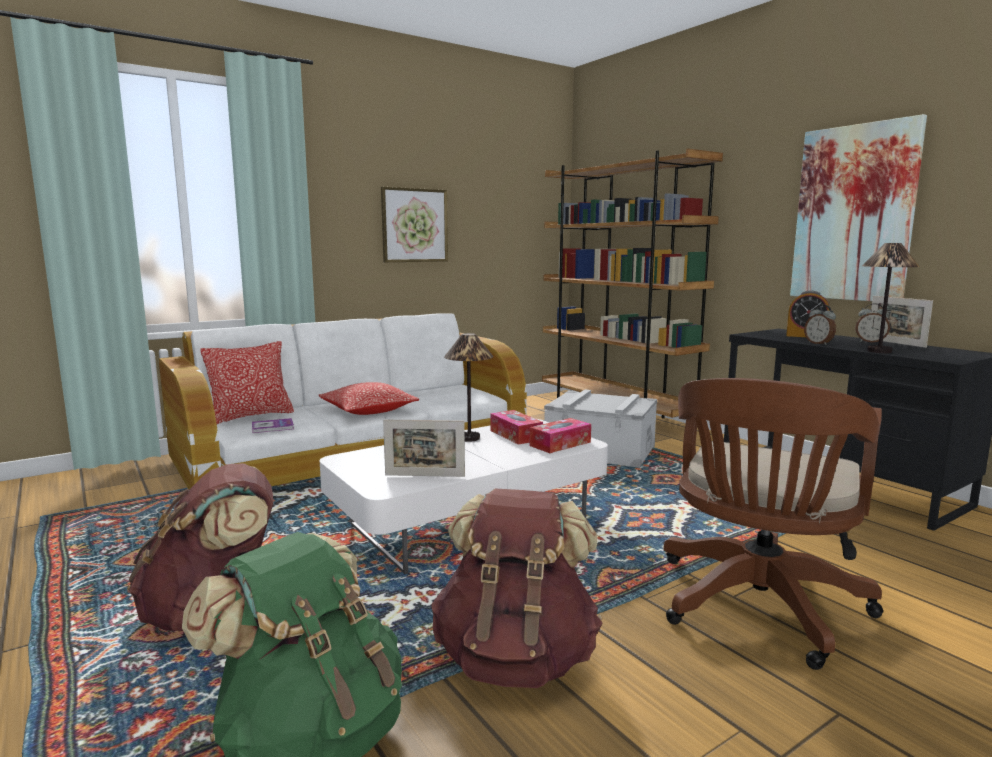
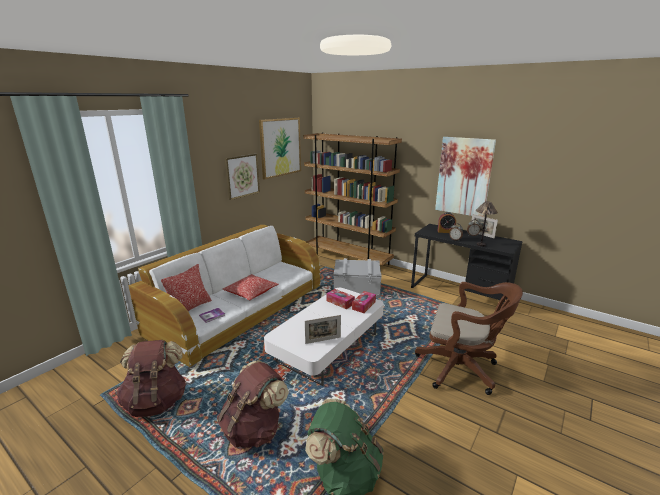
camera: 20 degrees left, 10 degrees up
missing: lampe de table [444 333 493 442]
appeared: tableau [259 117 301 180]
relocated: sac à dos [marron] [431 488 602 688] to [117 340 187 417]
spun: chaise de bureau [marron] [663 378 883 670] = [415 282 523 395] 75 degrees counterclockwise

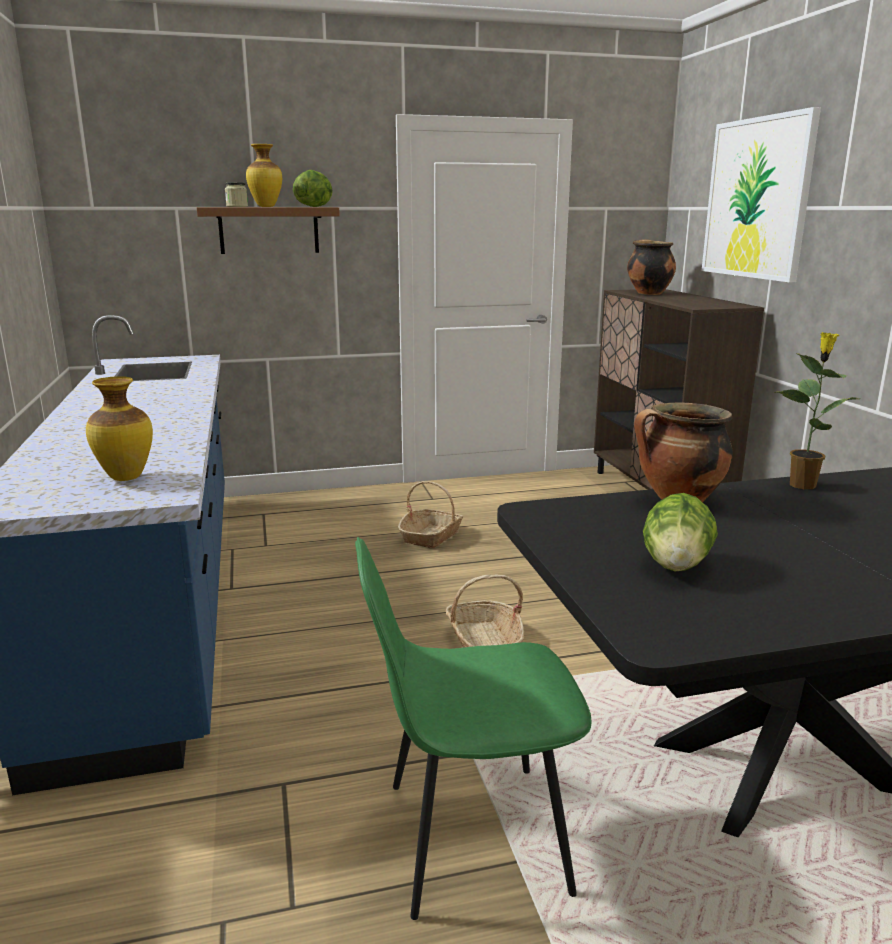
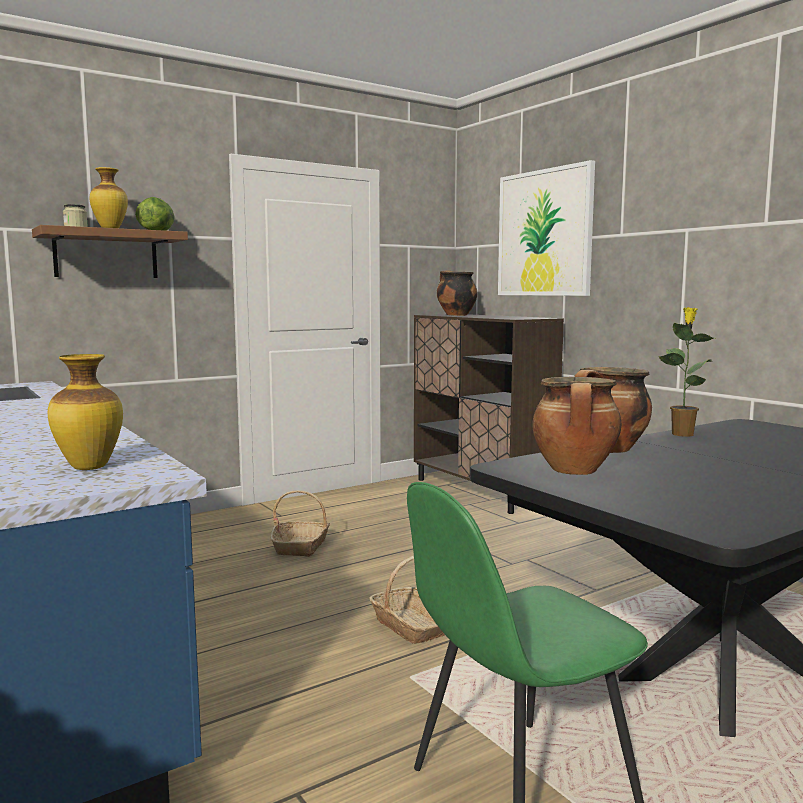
camera: 20 degrees left, 10 degrees down
missing: laitue [643 493 718 571]
appeared: marmite [532 377 622 475]

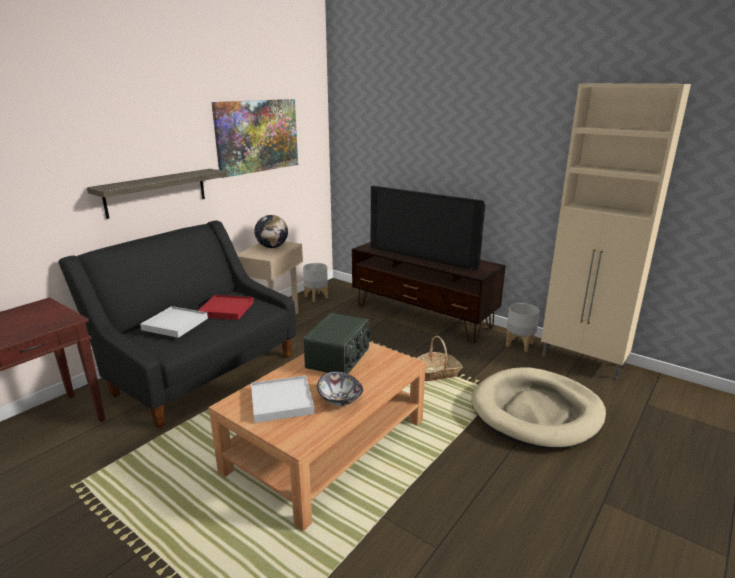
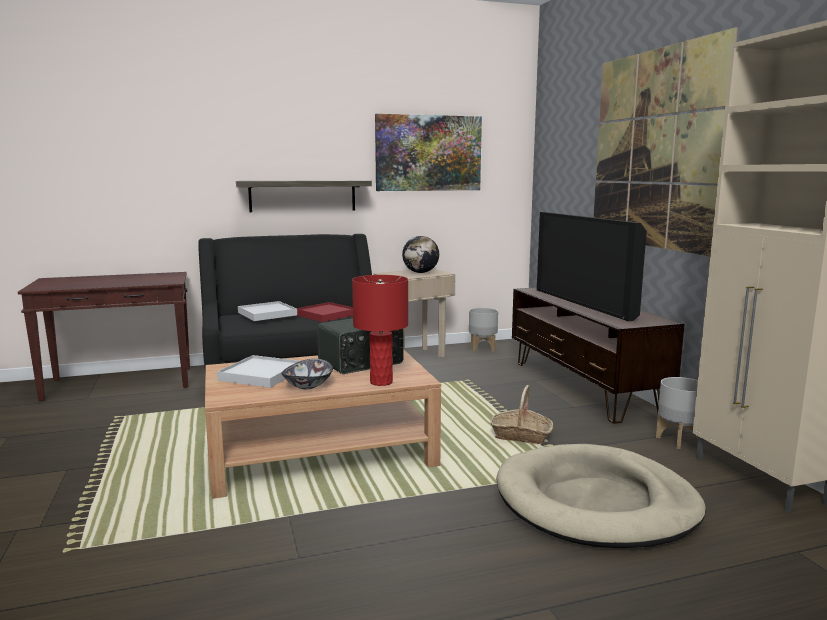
camera: 35 degrees right, 10 degrees down
appeared: tableau [593 27 738 256]; lampe de table [rouge] [352 275 408 386]

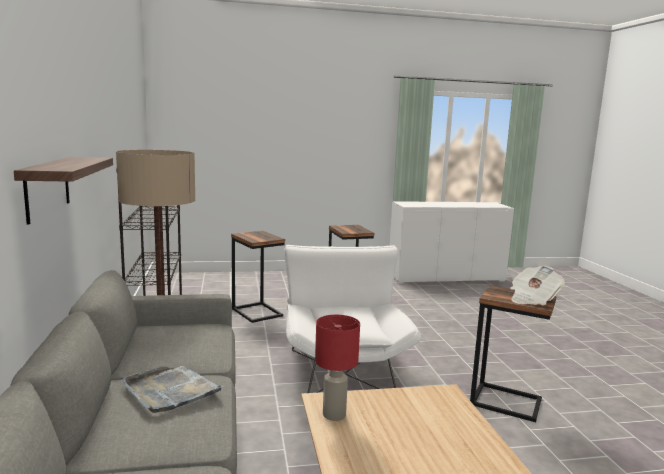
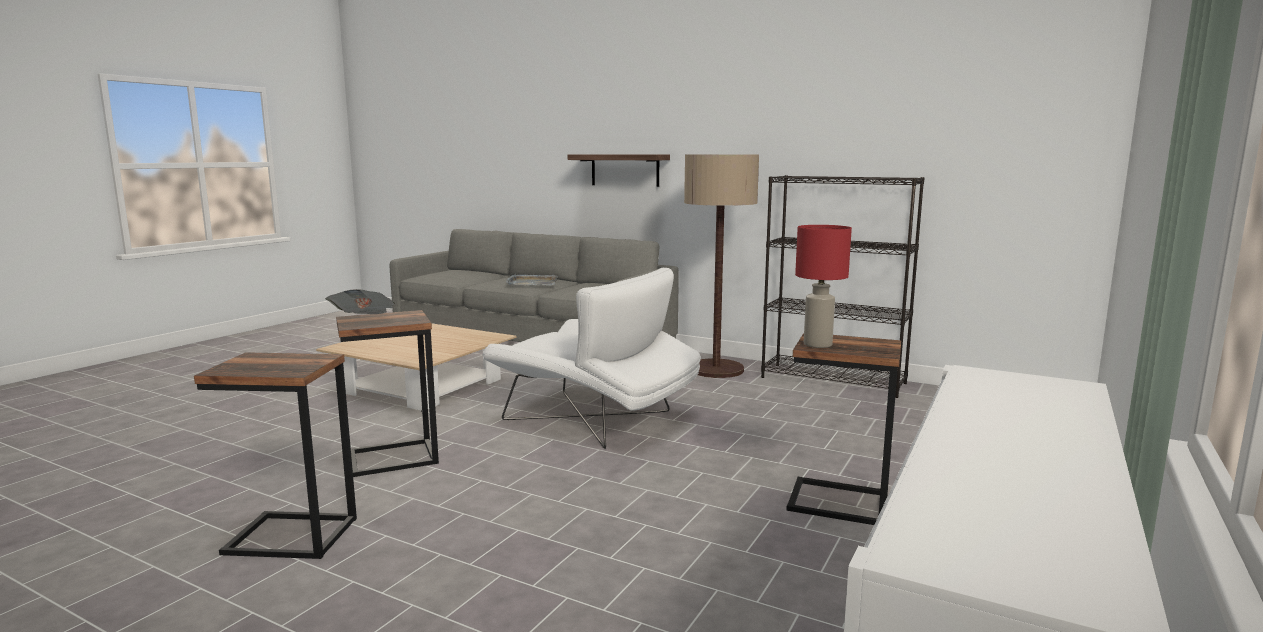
camera: 130 degrees right, 0 degrees up
relocated: table d'appoint [231 231 285 323] to [194 352 357 559]; lampe de table [rouge] [315 315 360 421] to [795 225 852 348]

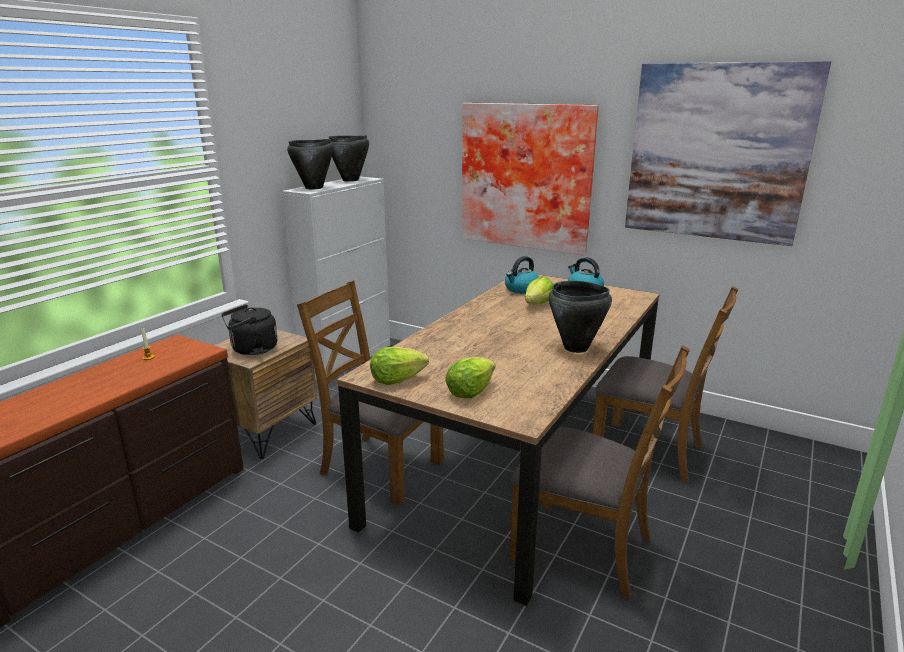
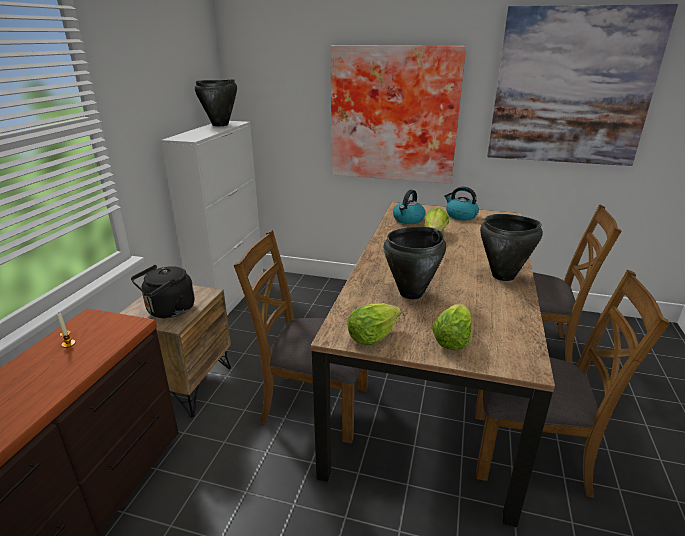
camera: 15 degrees left, 5 degrees up
relocated: marmite [noir] [287 139 334 189] to [384 227 446 299]

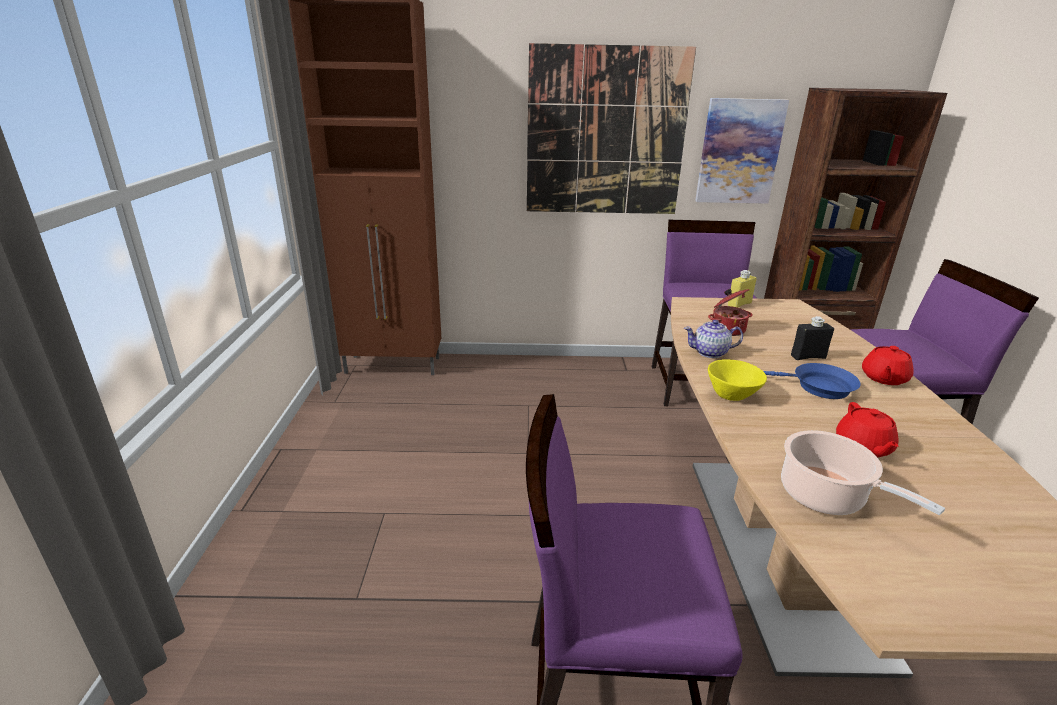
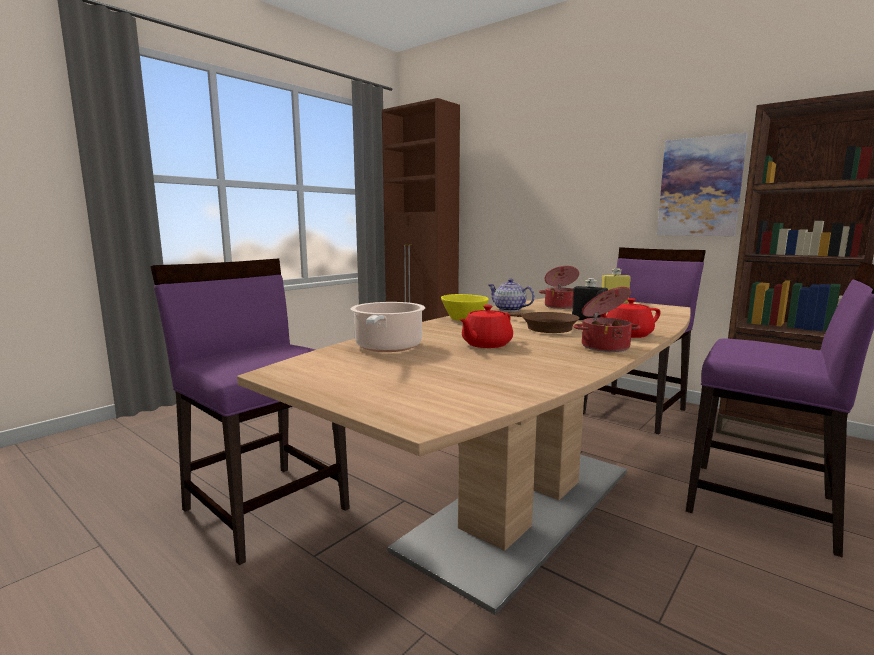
camera: 40 degrees right, 15 degrees down
missing: tableau [527 43 696 214]
appeared: marmite [573 287 641 352]
colour: poêle [bleu] [763 363 861 399] to poêle [marron] [505 312 580 333]

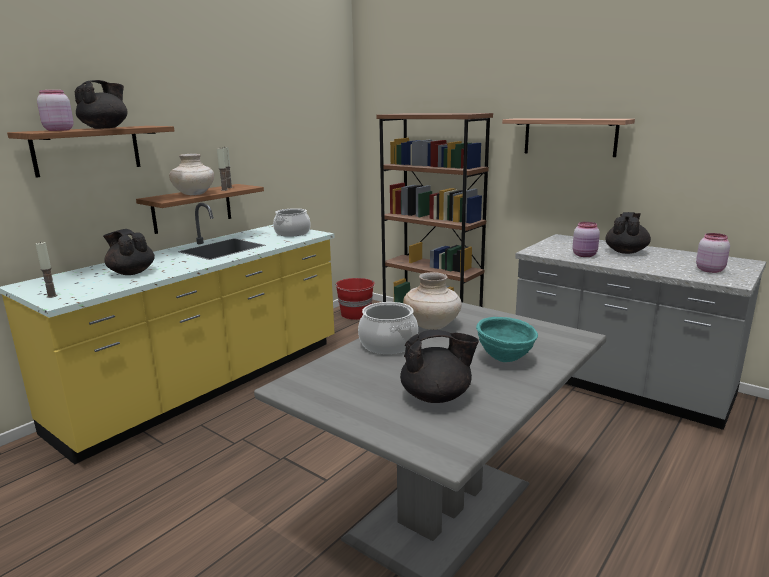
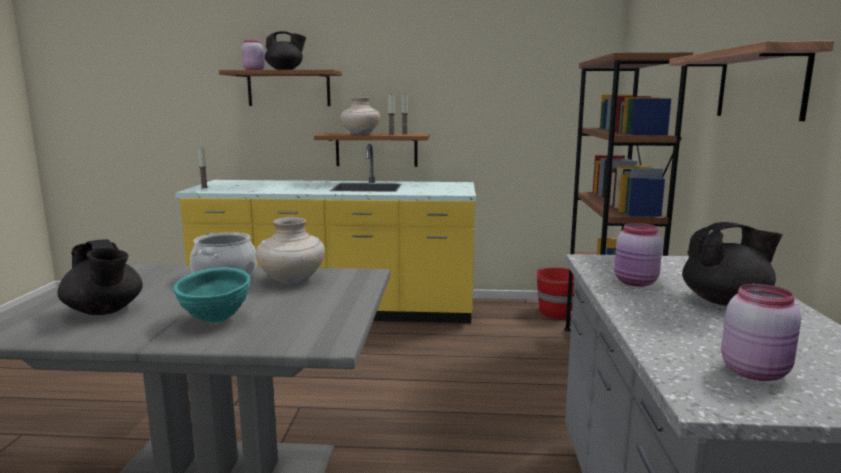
camera: 55 degrees right, 5 degrees down
missing: marmite [273 208 310 237]; théière [noir] [103 229 155 275]

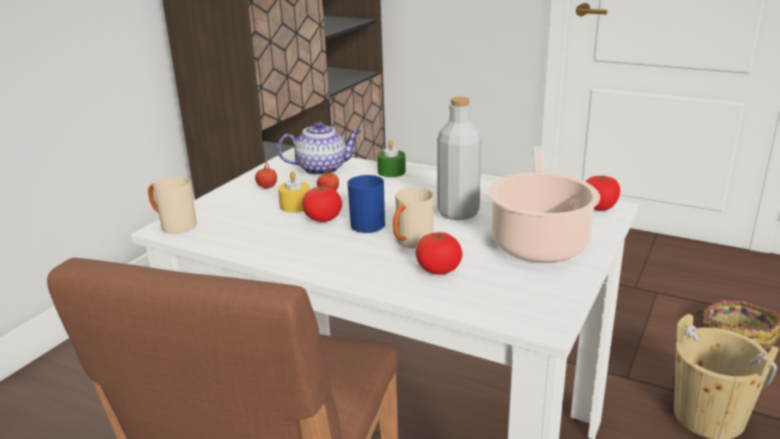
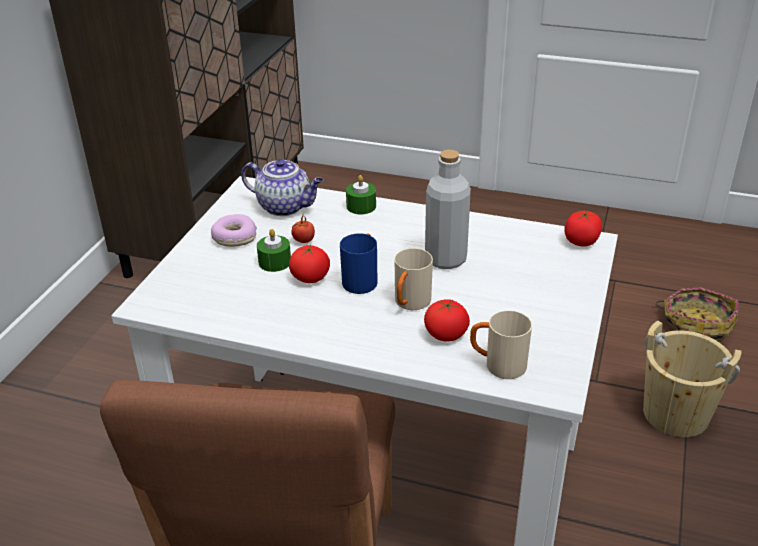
camera: 10 degrees left, 10 degrees up
missing: marmite [488 146 600 262]
relocated: mug [beige] [148 176 197 234] to [470 311 532 379]
exchanged: tomate [255 161 277 189] to beignet [211 214 257 247]
colour: bougie [jaune] [278 171 310 212] to bougie [vert] [257 229 291 272]
spun: théière [277 121 361 175] = [241 159 323 216] 45 degrees clockwise

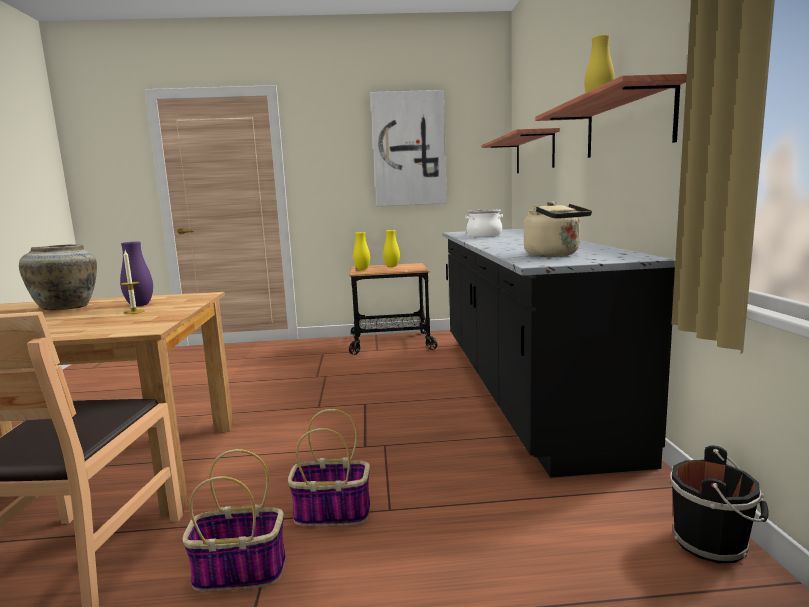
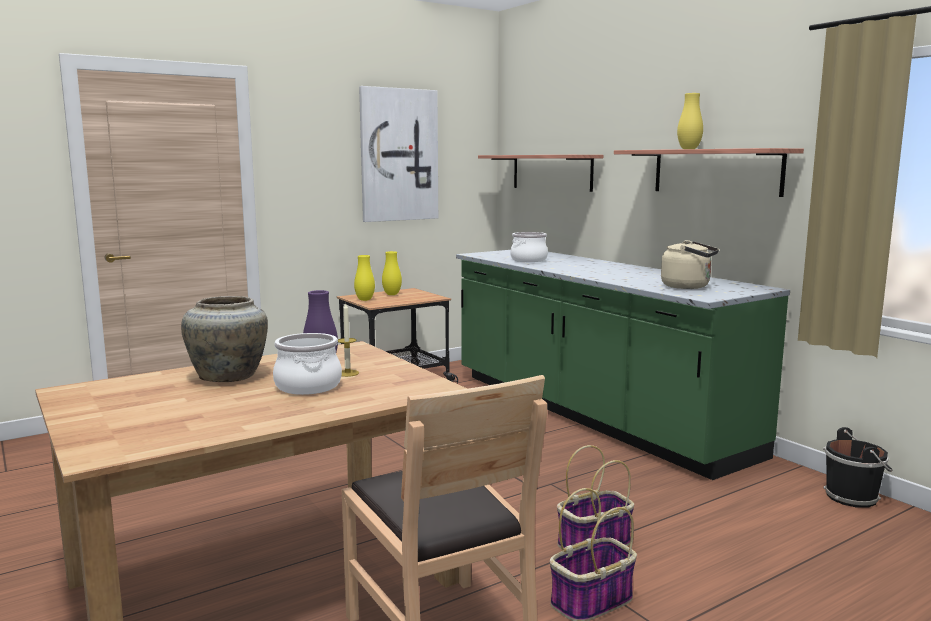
camera: 30 degrees left, 0 degrees up
appeared: marmite [273 333 342 395]
colour: comptoir de cuisine [noir] [443 229 675 478] to comptoir de cuisine [vert] [456 250 790 480]

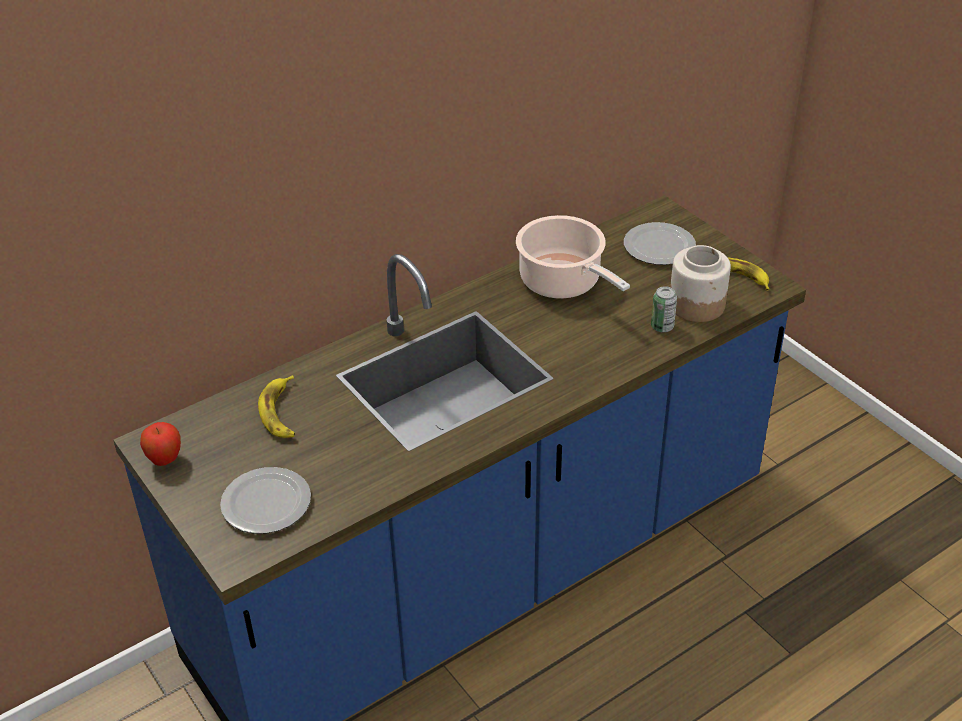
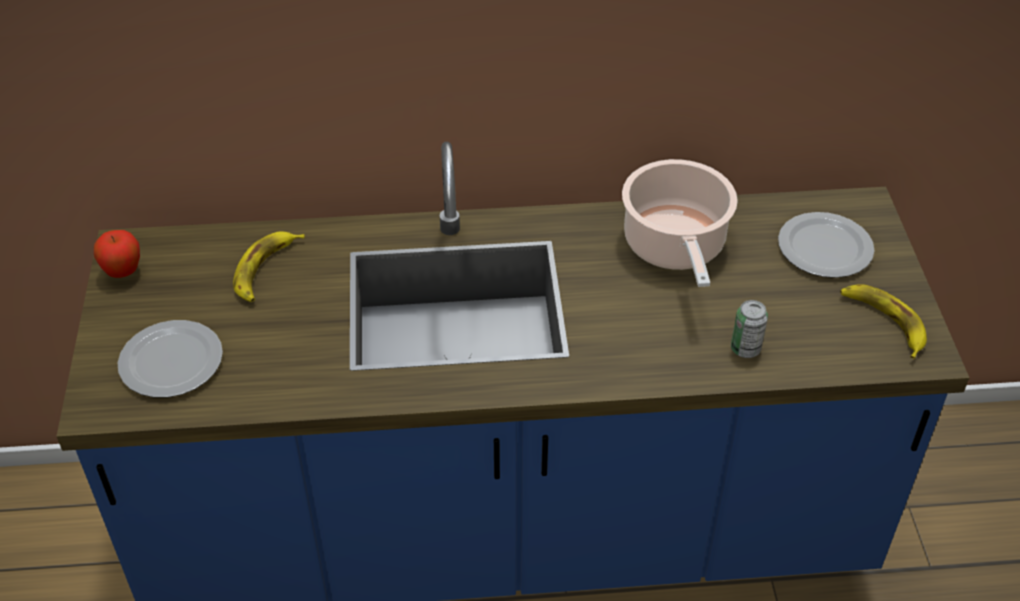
camera: 30 degrees right, 5 degrees up
missing: bocal [670 245 731 322]

